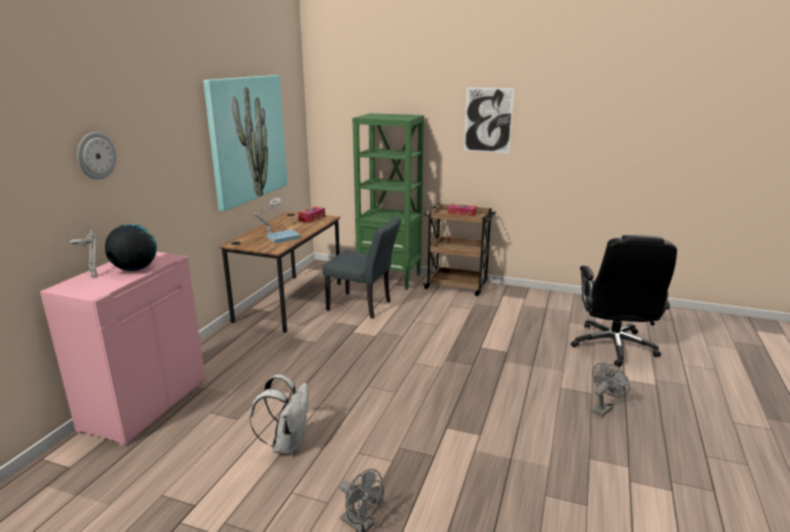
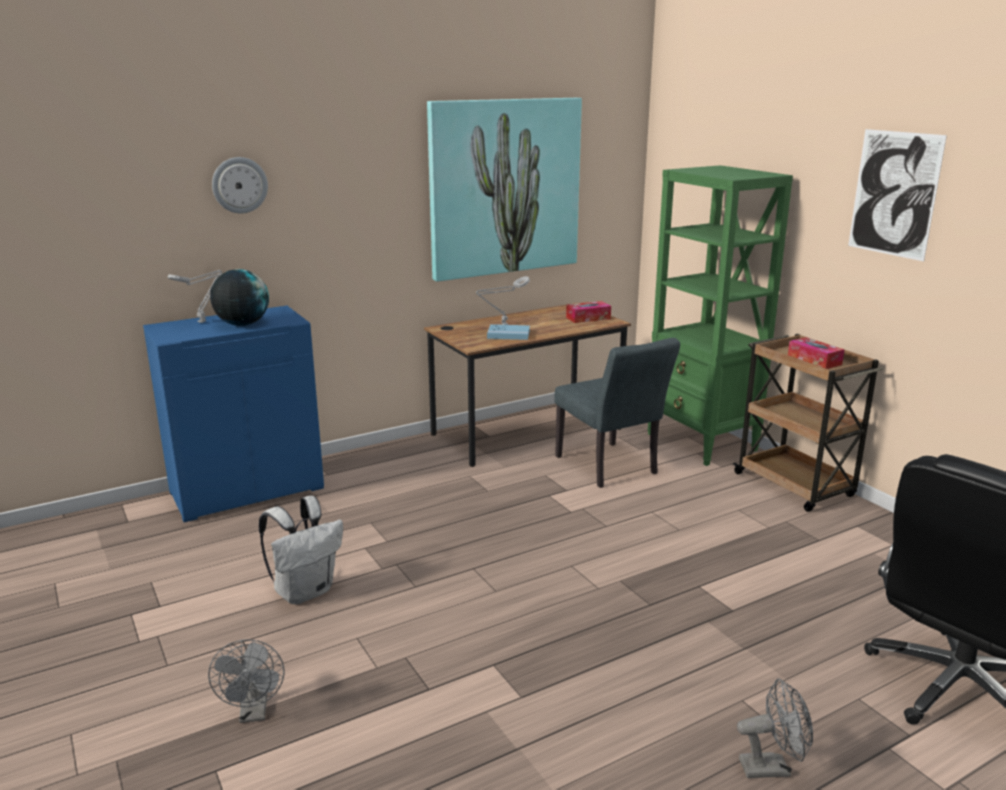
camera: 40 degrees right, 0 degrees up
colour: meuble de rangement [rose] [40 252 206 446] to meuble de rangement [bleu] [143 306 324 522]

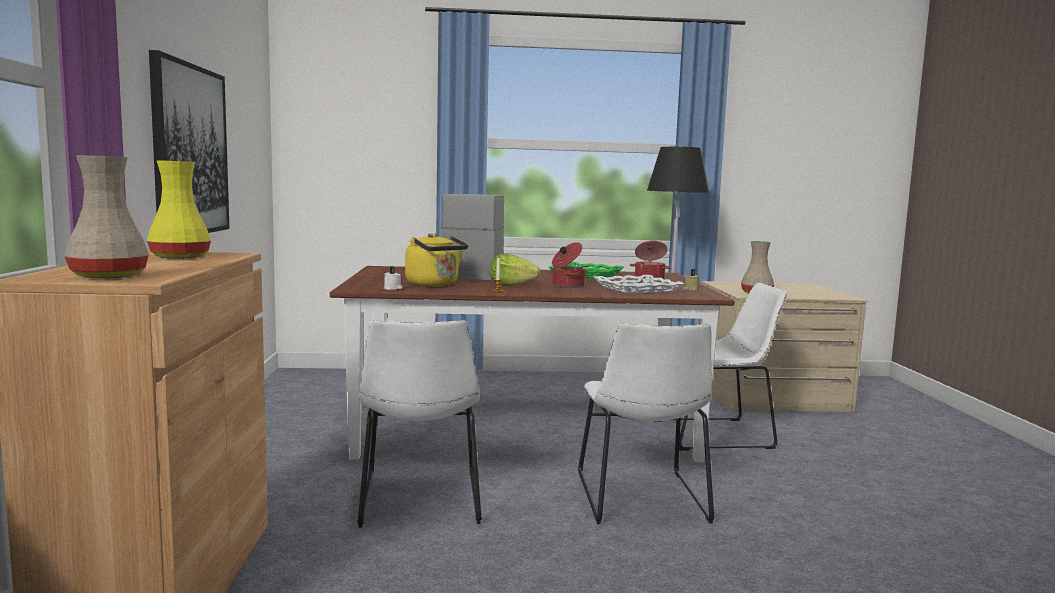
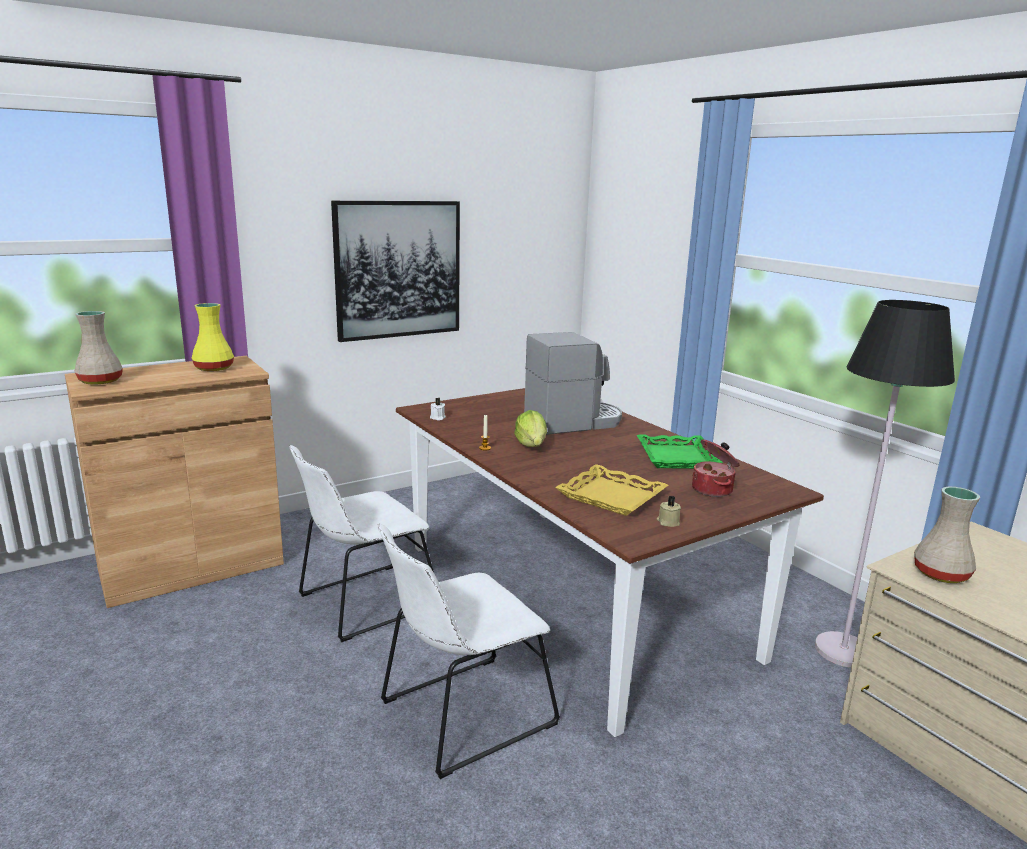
camera: 60 degrees right, 10 degrees up
missing: bouilloire [jaune] [405 233 468 287]; marmite [552 242 586 288]; chaise [blanc] [653 283 788 451]
colour: plateau [blanc] [593 275 684 294] to plateau [jaune] [555 464 668 516]

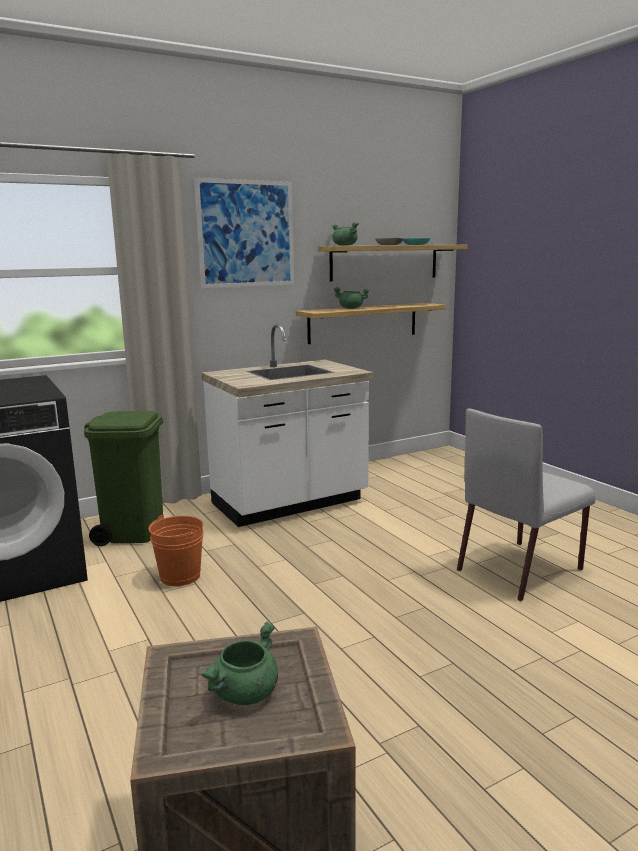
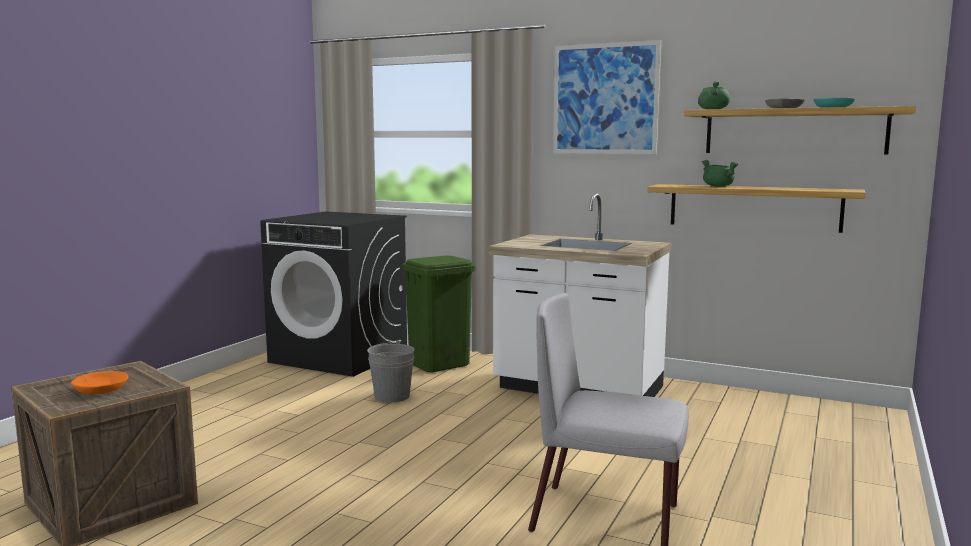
camera: 55 degrees right, 5 degrees down
exchanged: marmite [vert] [201 622 278 705] to bol [orange] [71 371 129 394]
colour: seau [orange] [149 515 204 586] to seau [gris] [367 340 414 403]

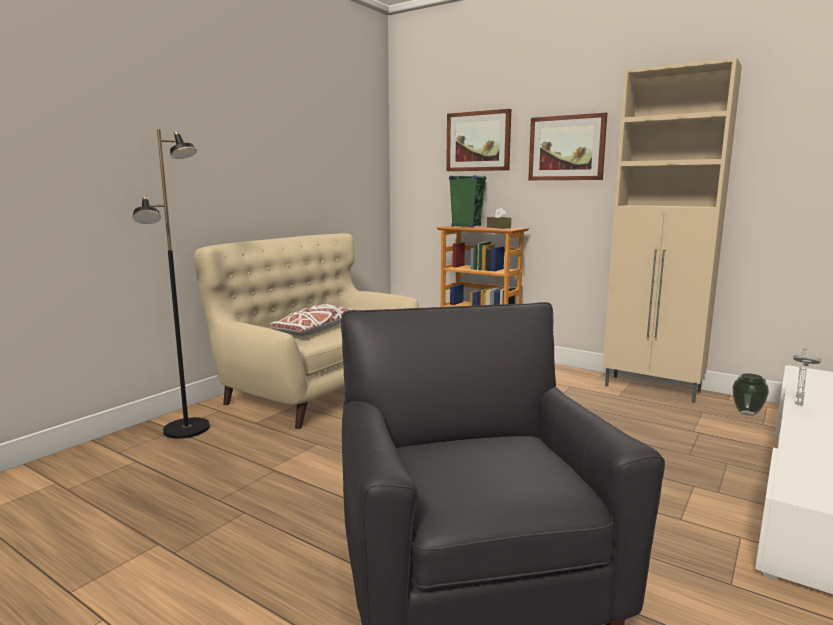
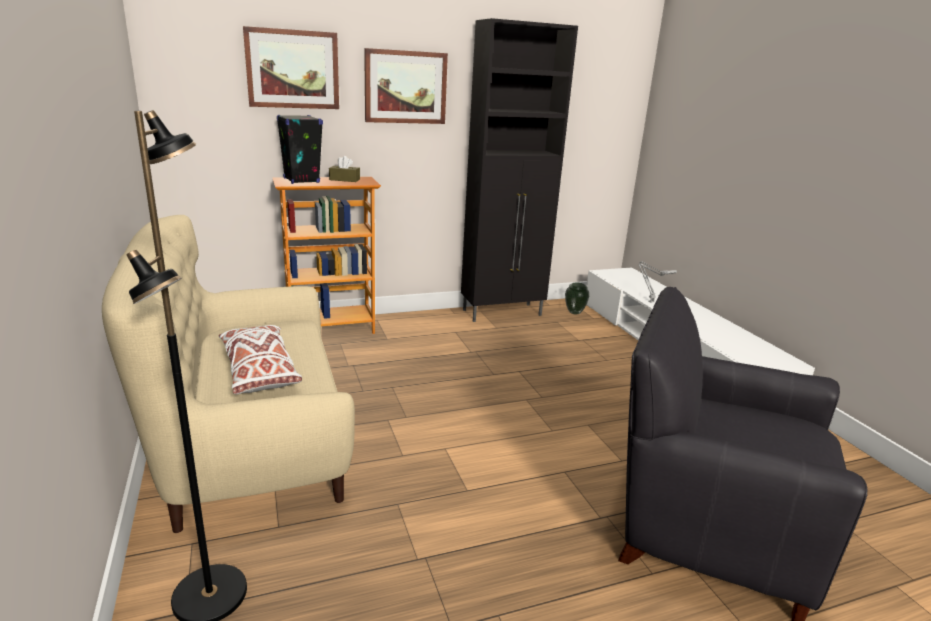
camera: 55 degrees left, 10 degrees up
colour: meuble de rangement [beige] [603 57 742 403] to meuble de rangement [noir] [461 18 578 322]; enceinte [vert] [449 175 486 227] to enceinte [noir] [277 115 323 184]

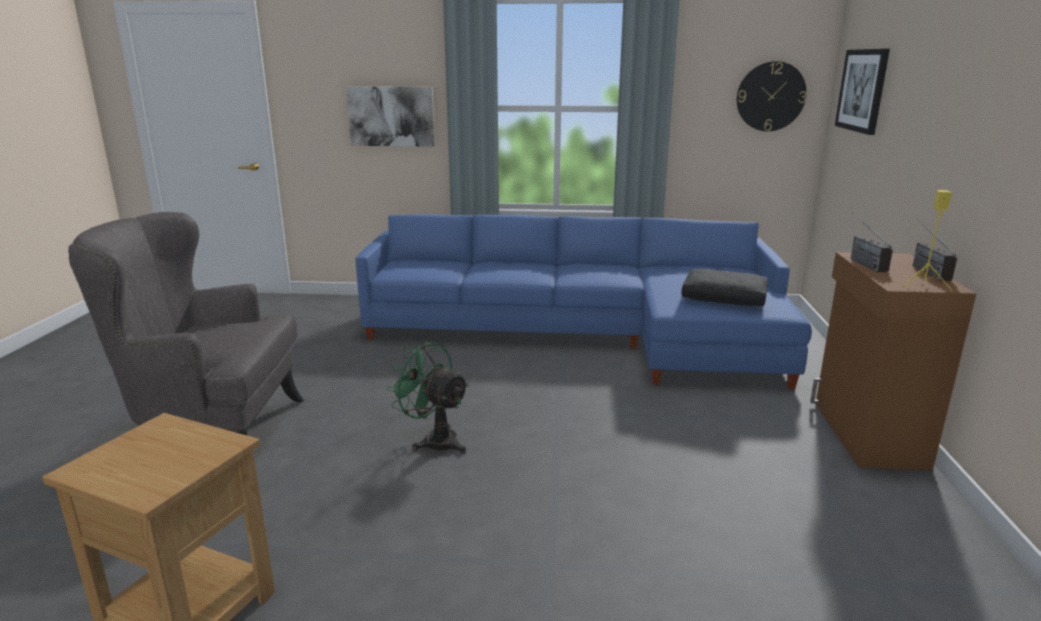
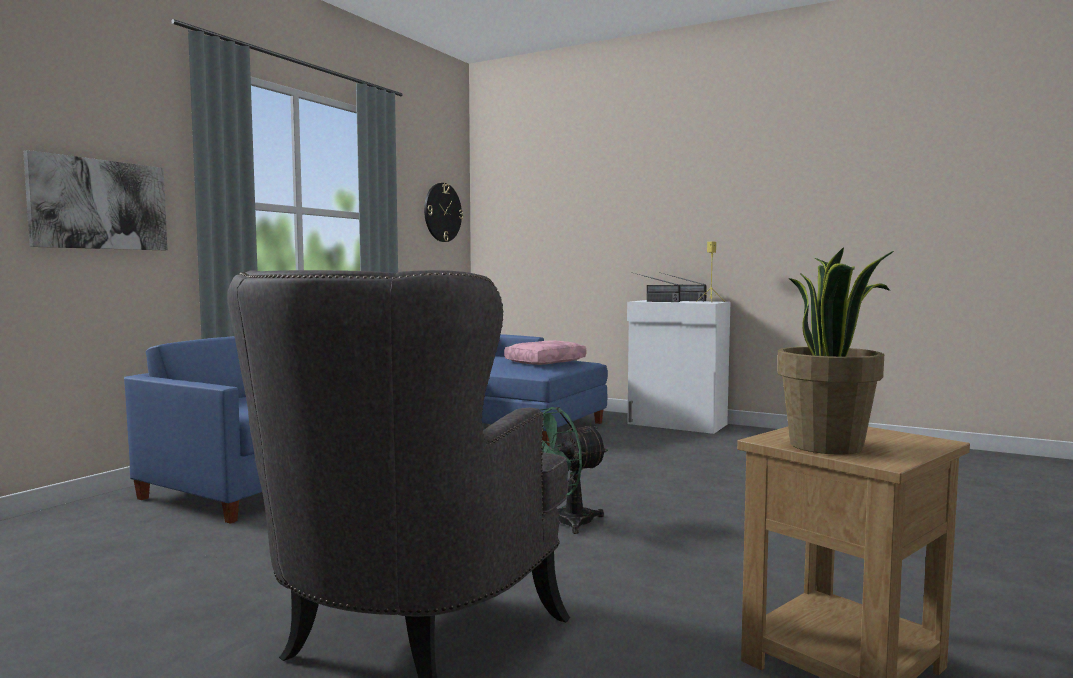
camera: 65 degrees left, 15 degrees down
missing: tableau [835 49 890 135]
appeared: plante en pot [777 247 894 455]
colour: meuble de rangement [marron] [810 252 977 471] to meuble de rangement [blanc] [627 300 730 434]; coussin [noir] [681 269 768 306] to coussin [rose] [504 341 586 365]

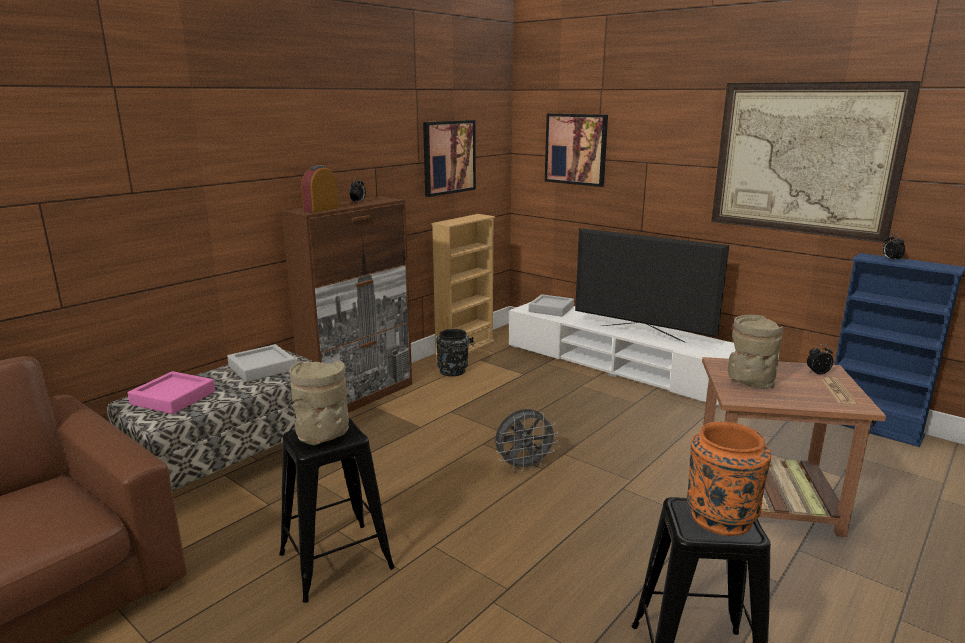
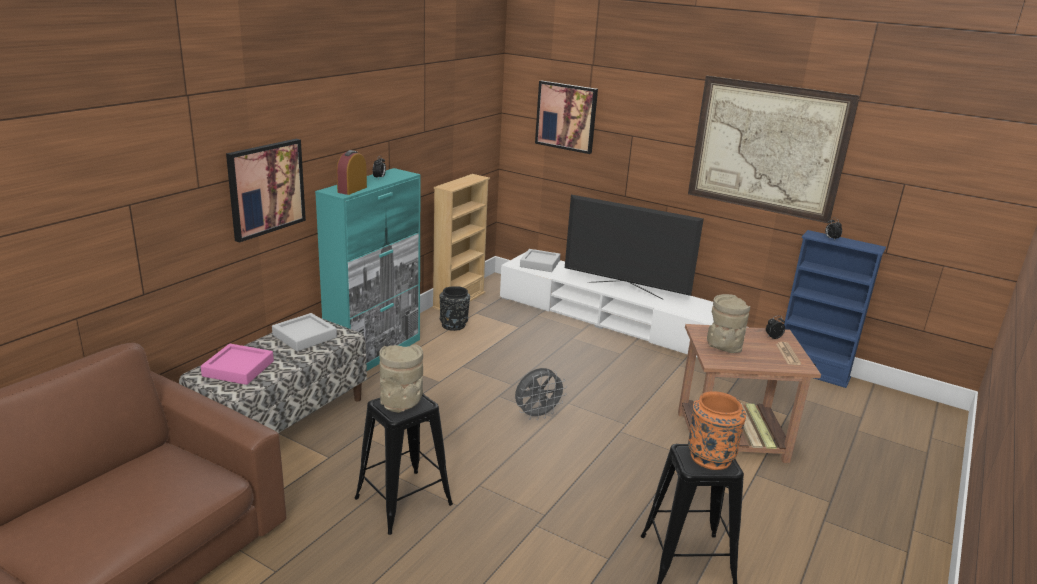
camera: 10 degrees left, 5 degrees up
relocated: tableau [423 120 476 197] to [226 139 306 243]
colour: meuble de rangement [marron] [281 196 412 413] to meuble de rangement [turquoise] [315 168 421 371]

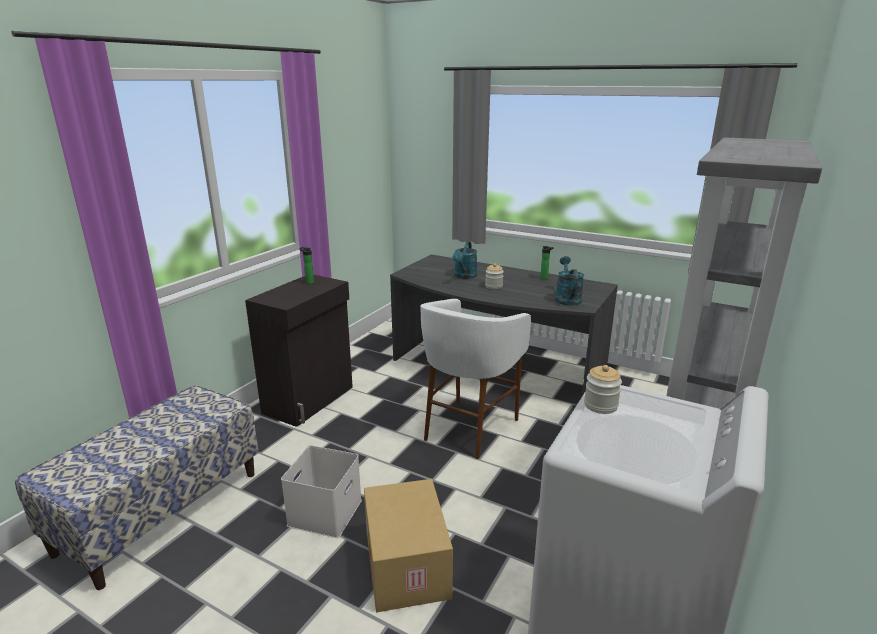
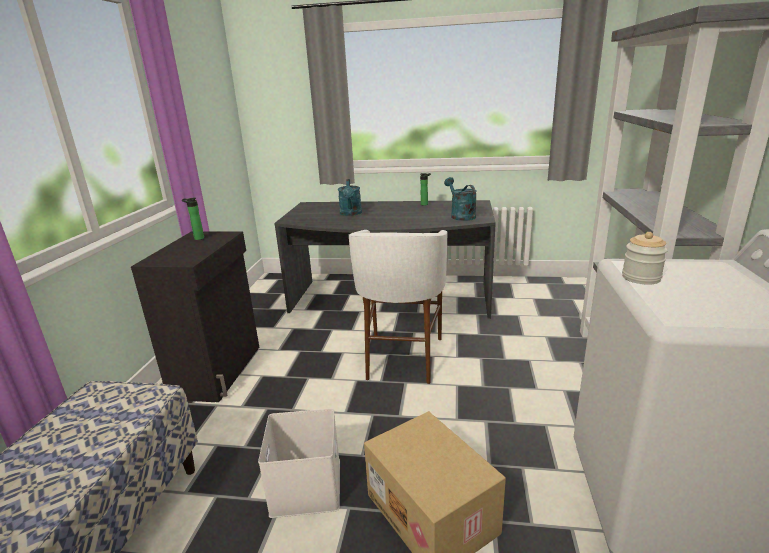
camera: 20 degrees left, 0 degrees up
missing: bocal [485 263 504 289]

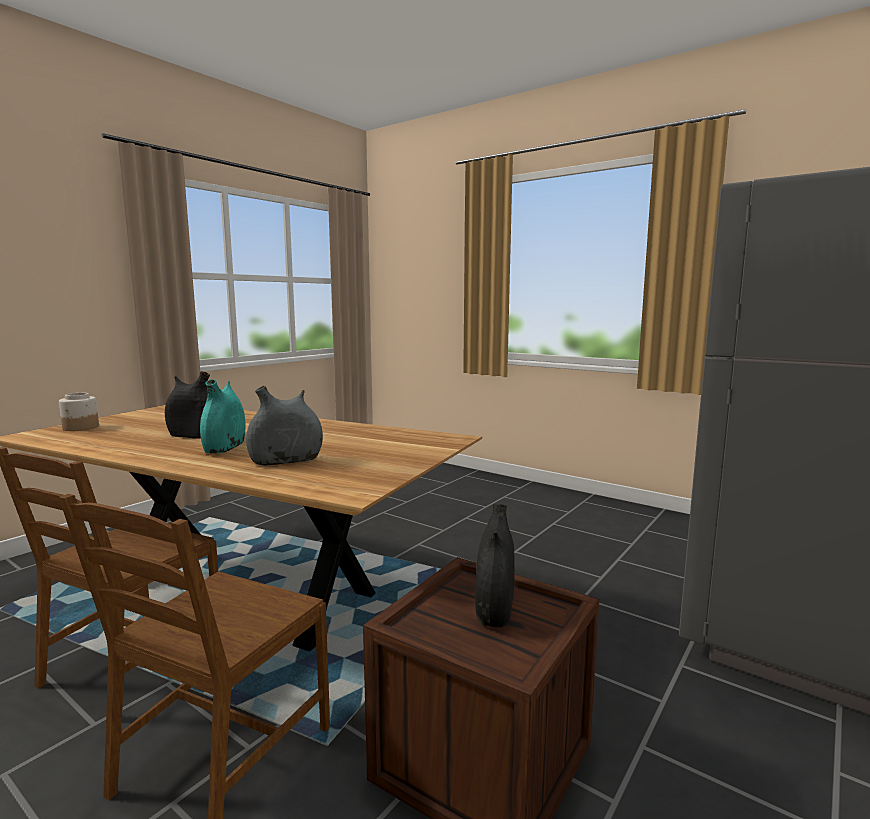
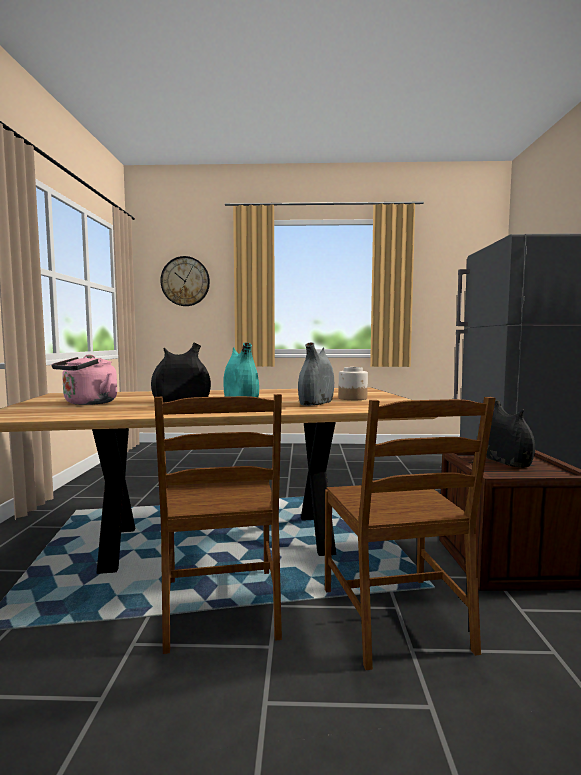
camera: 35 degrees left, 5 degrees down
appeared: horloge murale [160 256 210 306]; bouilloire [rose] [51 354 117 405]
relocated: bocal [59 393 99 431] to [339 367 368 400]

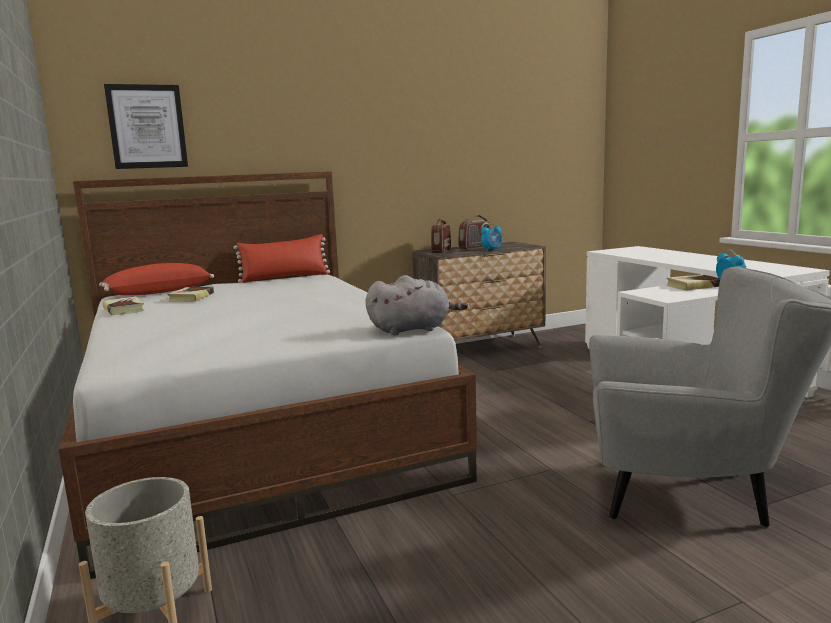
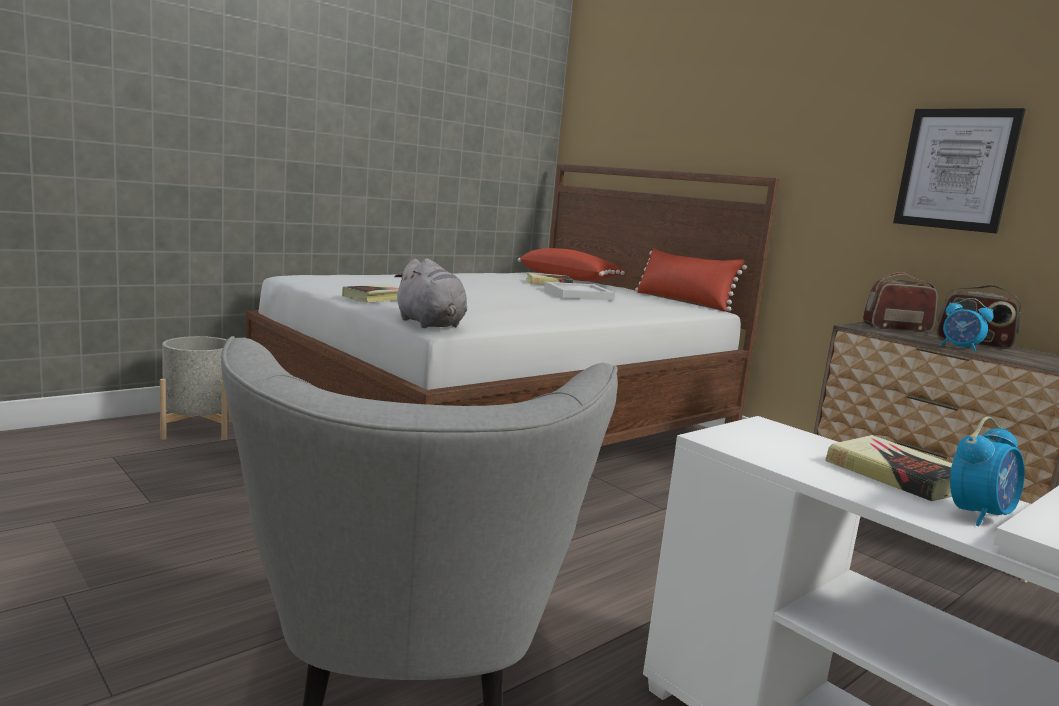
camera: 70 degrees right, 0 degrees up
appeared: plateau [blanc] [544 282 615 301]
relocated: tableau [104 84 188 169] to [893 108 1026 234]; livre [103 296 144 315] to [342 284 399 303]

